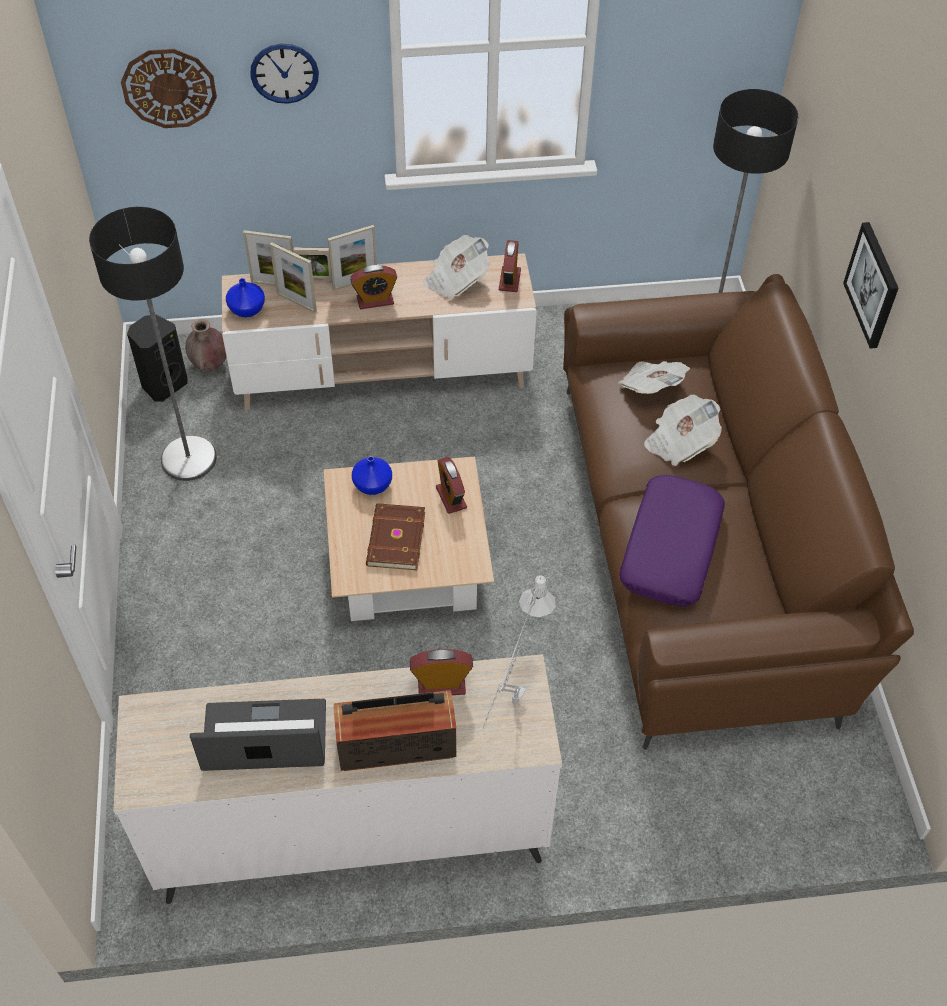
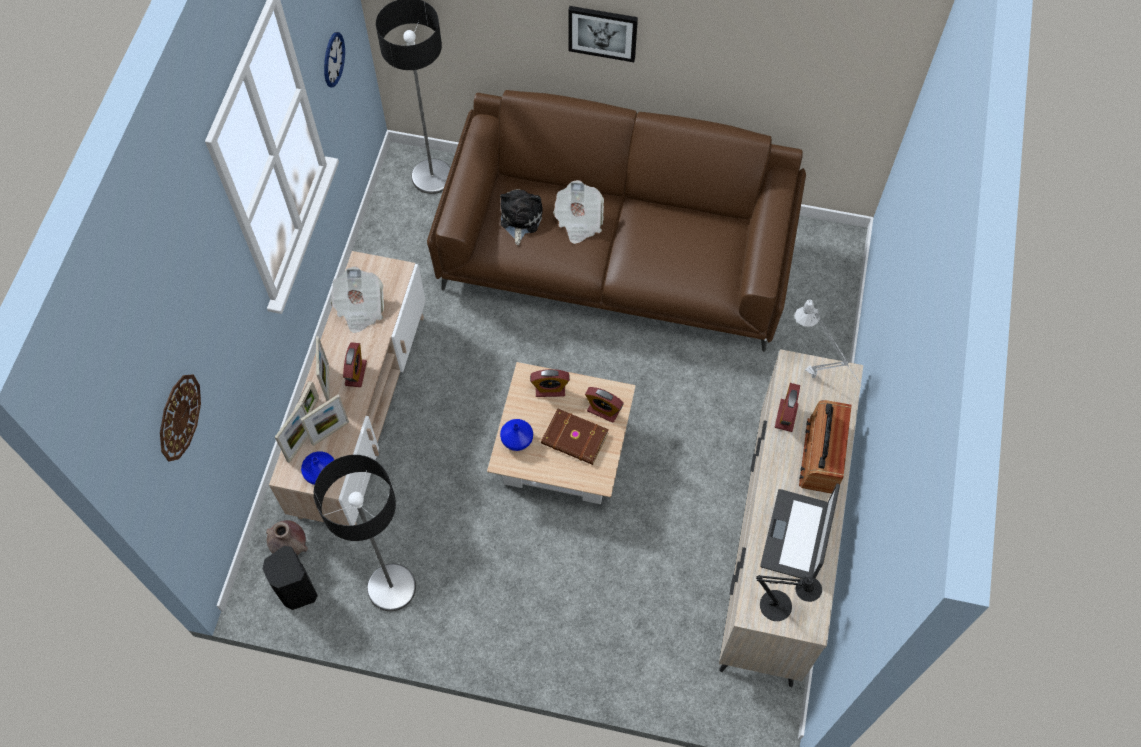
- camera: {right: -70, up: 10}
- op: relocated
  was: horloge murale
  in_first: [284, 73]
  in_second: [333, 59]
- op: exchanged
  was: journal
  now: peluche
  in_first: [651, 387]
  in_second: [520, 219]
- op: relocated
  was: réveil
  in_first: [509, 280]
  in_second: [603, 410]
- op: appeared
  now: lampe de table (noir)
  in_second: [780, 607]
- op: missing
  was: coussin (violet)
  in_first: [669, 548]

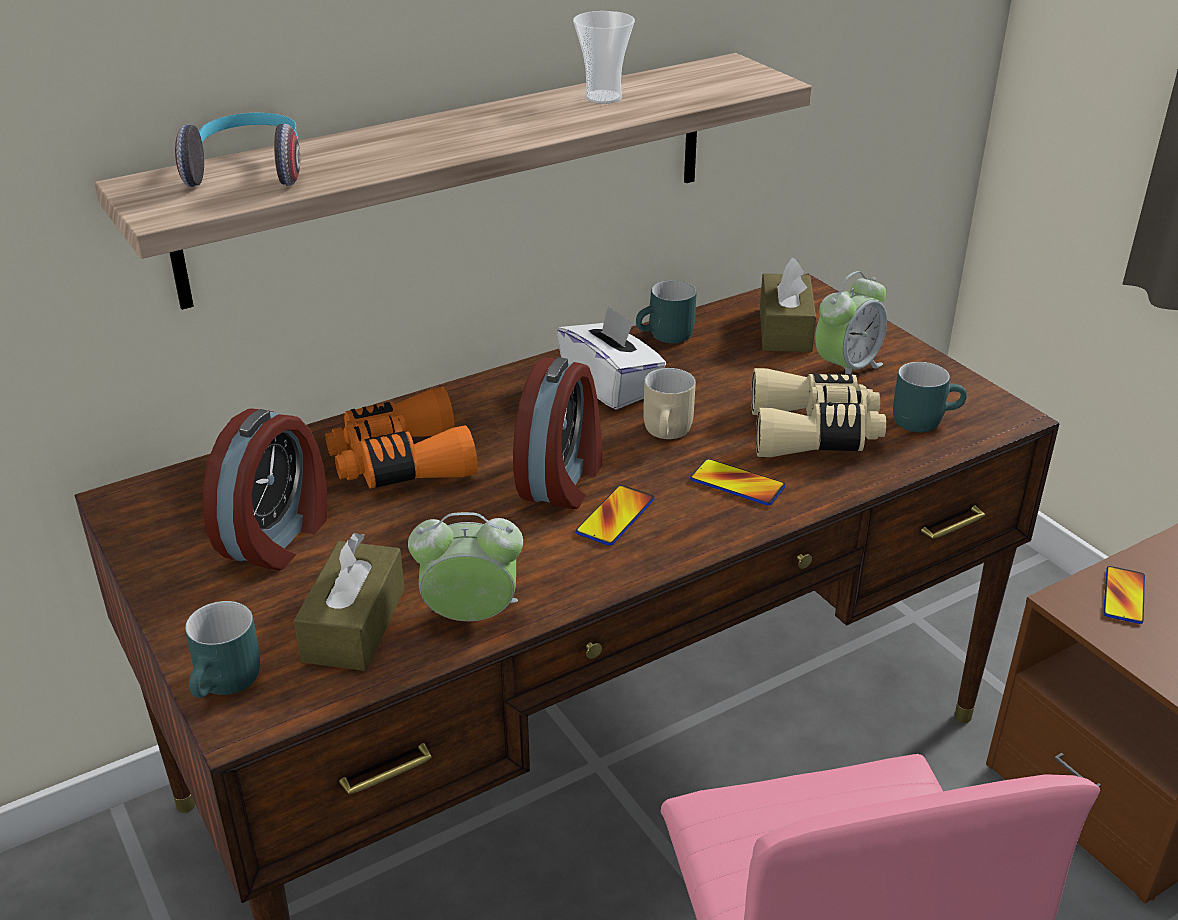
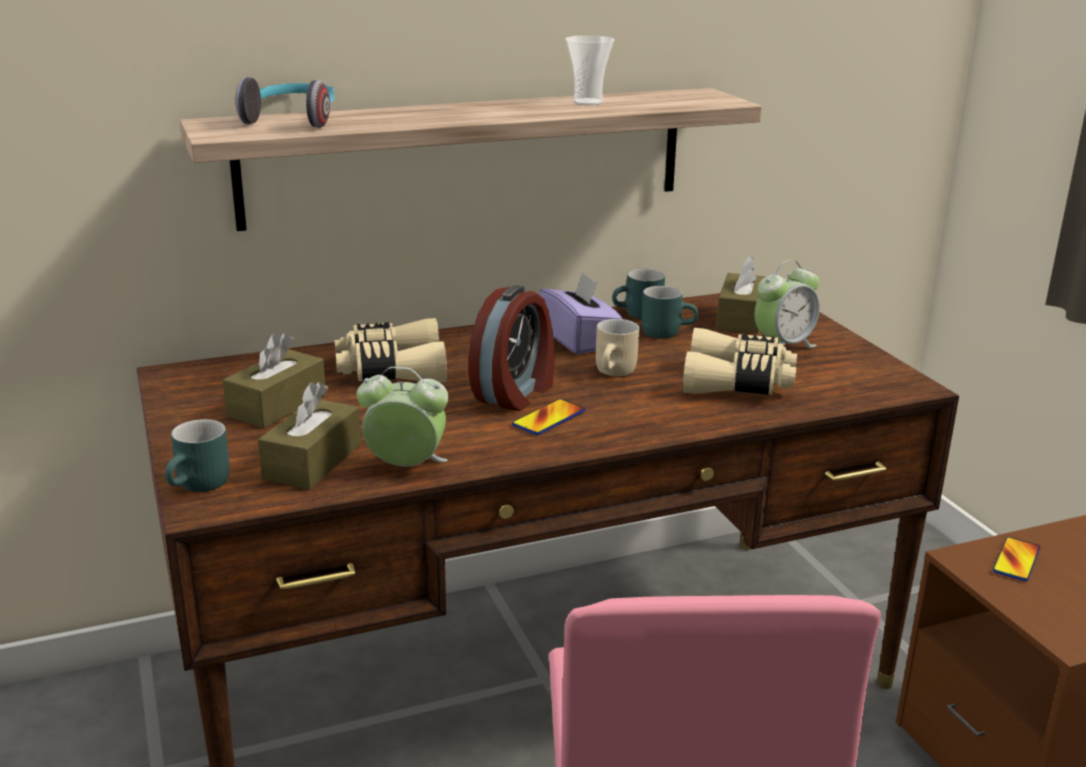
- camera: {right: 10, up: -10}
- op: exchanged
  was: réveil
  now: boîte à mouchoirs (marron)
  in_first: [278, 537]
  in_second: [277, 405]
- op: colour
  was: jumelles (orange)
  now: jumelles (beige)
  in_first: [400, 462]
  in_second: [391, 371]
- op: colour
  was: boîte à mouchoirs (blanc)
  now: boîte à mouchoirs (violet)
  in_first: [611, 386]
  in_second: [579, 340]
- op: relocated
  was: mug (turquoise)
  in_first: [923, 419]
  in_second: [666, 332]
- op: missing
  was: téléphone
  in_first: [737, 484]

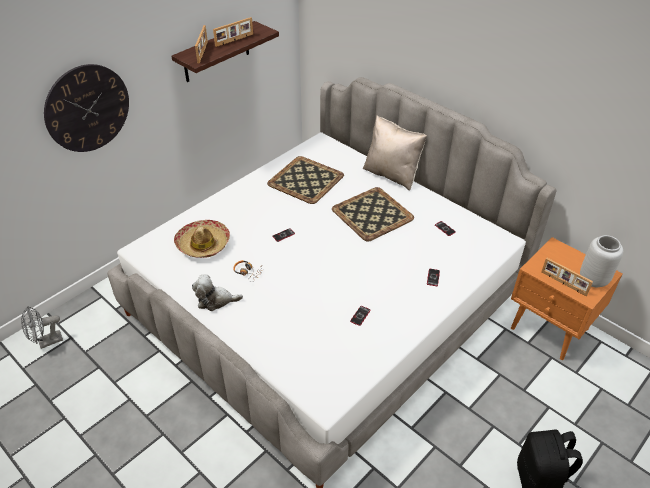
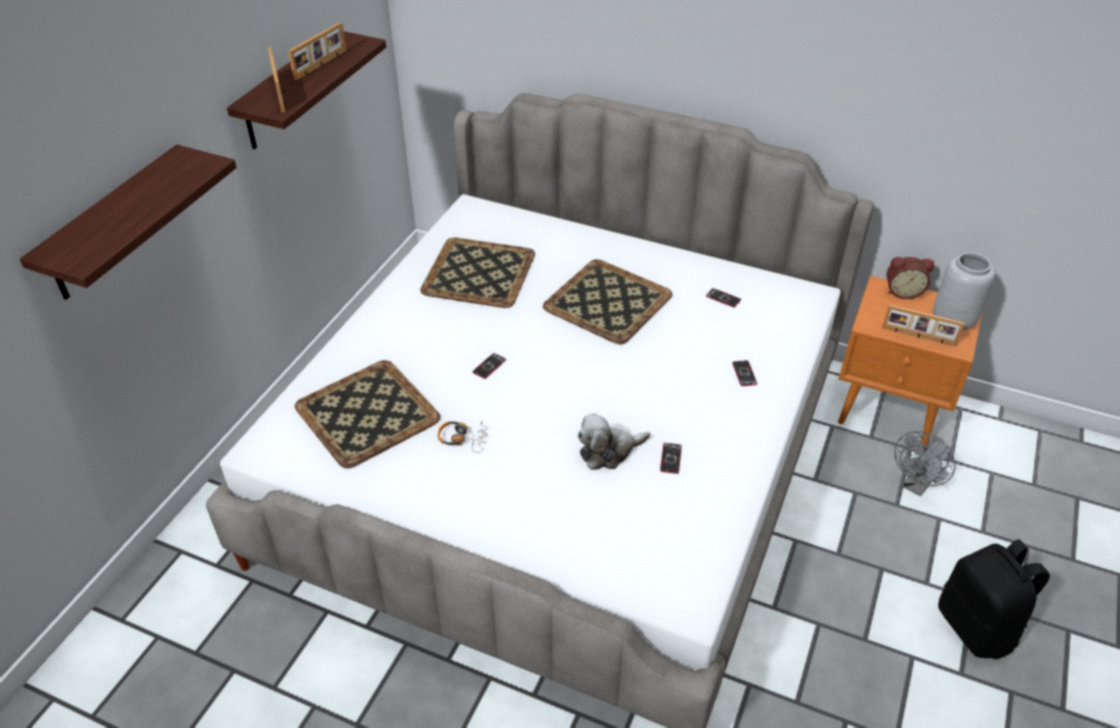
- camera: {right: -20, up: 0}
- op: exchanged
  was: horloge murale
  now: étagère
  in_first: [87, 108]
  in_second: [114, 225]
- op: exchanged
  was: chapeau
  now: plateau
  in_first: [203, 244]
  in_second: [365, 413]
- op: relocated
  was: peluche
  in_first: [215, 300]
  in_second: [608, 451]
- op: appeared
  now: réveil
  in_second: [903, 291]
- op: relocated
  was: ventilateur (gris)
  in_first: [46, 342]
  in_second: [916, 486]
- op: missing
  was: coussin (beige)
  in_first: [392, 174]

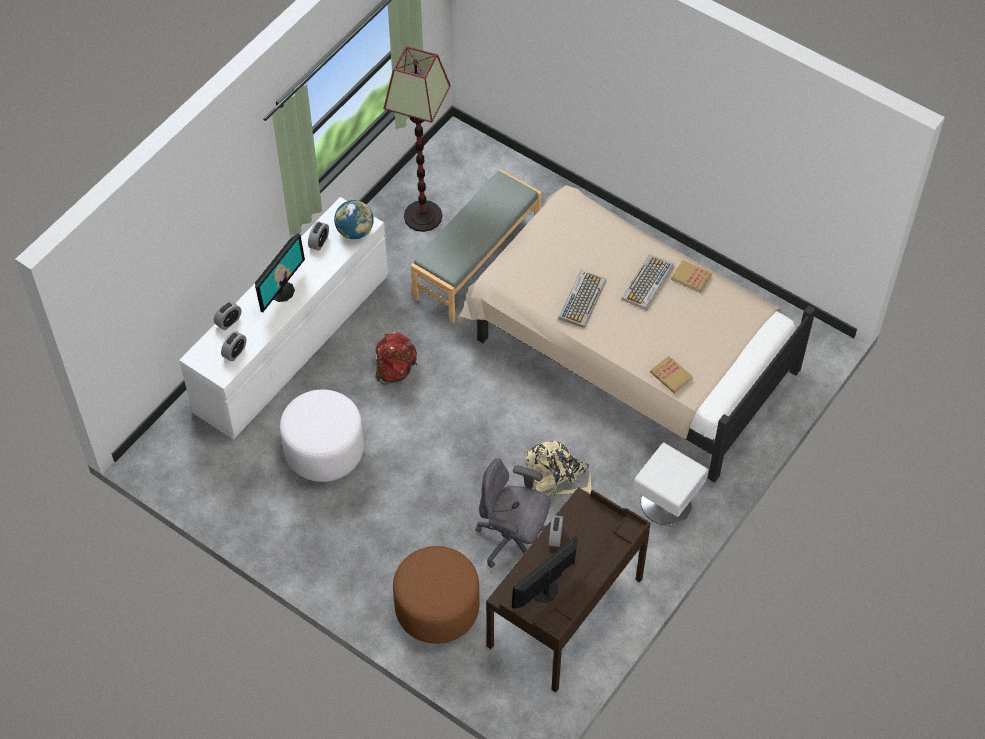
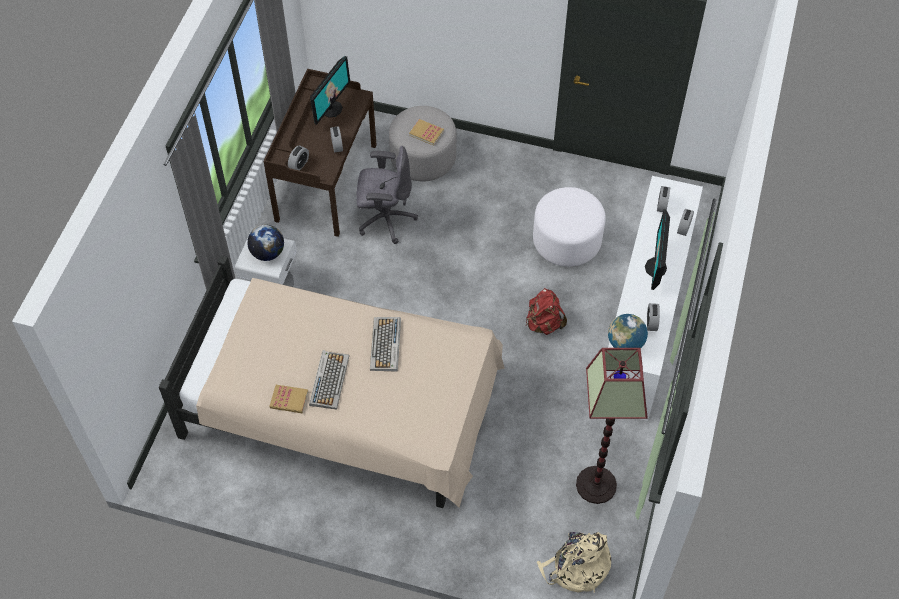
- camera: {right: 160, up: 0}
- op: appeared
  now: globe
  in_second: [267, 253]
- op: appeared
  now: réveil
  in_second: [299, 165]
- op: colour
  was: pouf (marron)
  now: pouf (gris)
  in_first: [437, 608]
  in_second: [423, 158]
- op: relocated
  was: livre
  in_first: [671, 375]
  in_second: [426, 133]
- op: relocated
  was: sac à dos (beige)
  in_first: [555, 477]
  in_second: [576, 568]
- op: missing
  was: banc (gris)
  in_first: [478, 262]

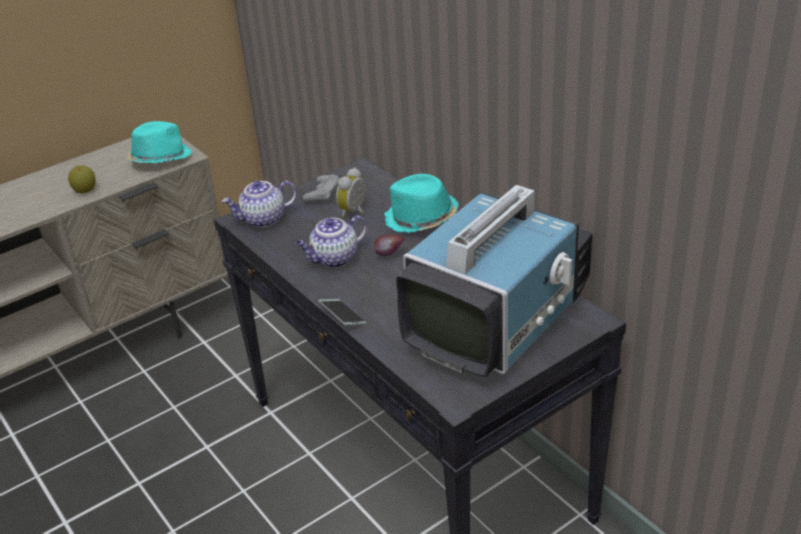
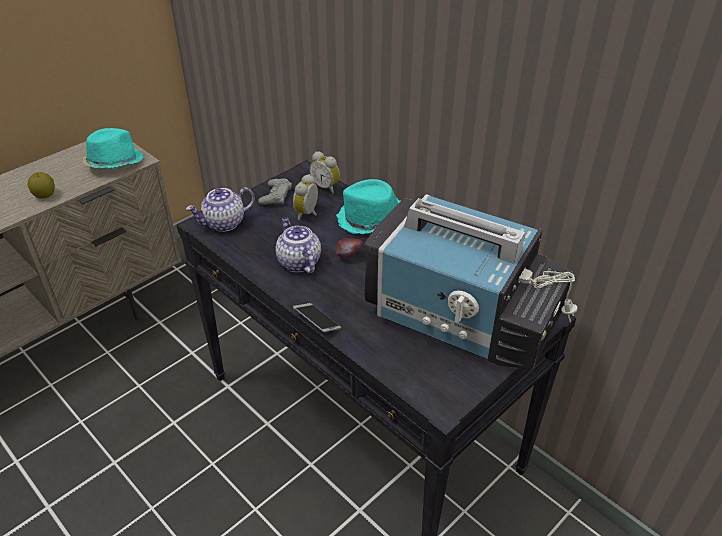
- camera: {right: -10, up: 5}
- op: spun
  was: théière
  in_first: [334, 259]
  in_second: [298, 262]
  clockwise: 105
- op: appeared
  now: réveil
  in_second: [326, 187]
- op: spun
  was: téléviseur
  in_first: [499, 318]
  in_second: [463, 317]
  clockwise: 90

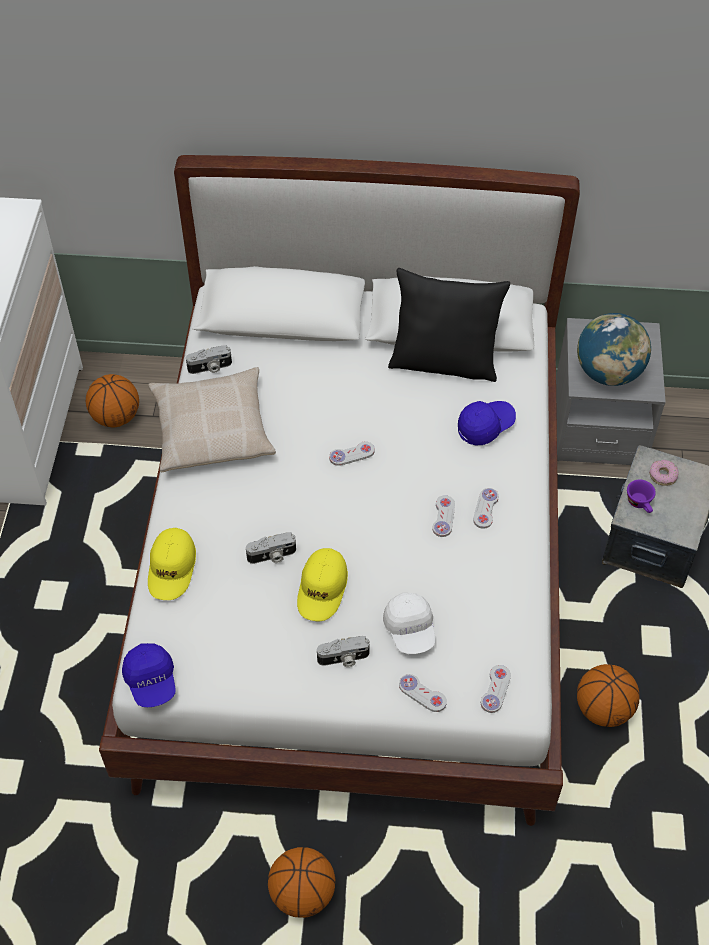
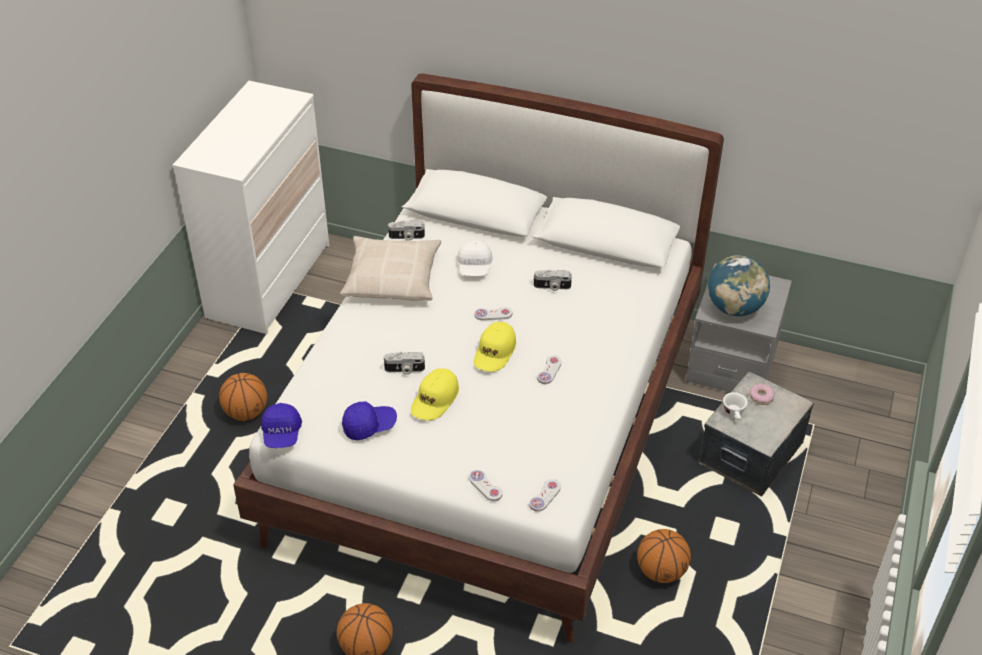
- camera: {right: 15, up: -10}
- op: relocated
  was: ballon de basket
  in_first: [116, 417]
  in_second: [246, 412]
- op: relocated
  was: casquette (bleu)
  in_first: [485, 426]
  in_second: [369, 426]
- op: relocated
  was: casquette (blanc)
  in_first: [410, 630]
  in_second: [474, 267]
- op: relocated
  was: casquette (jaune)
  in_first: [172, 568]
  in_second: [495, 352]
- op: relocated
  was: appareil photo
  in_first: [343, 659]
  in_second: [552, 287]
- op: colour
  was: tasse (violet)
  now: tasse (blanc)
  in_first: [640, 504]
  in_second: [734, 414]
- op: missing
  was: coussin (noir)
  in_first: [444, 361]
- op: missing
  was: manette (blanc)
  in_first: [485, 509]

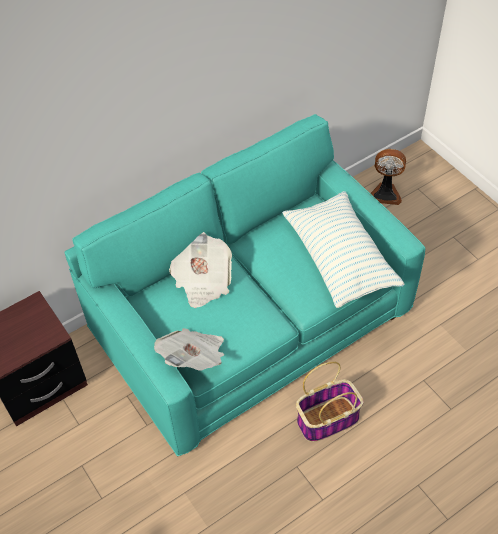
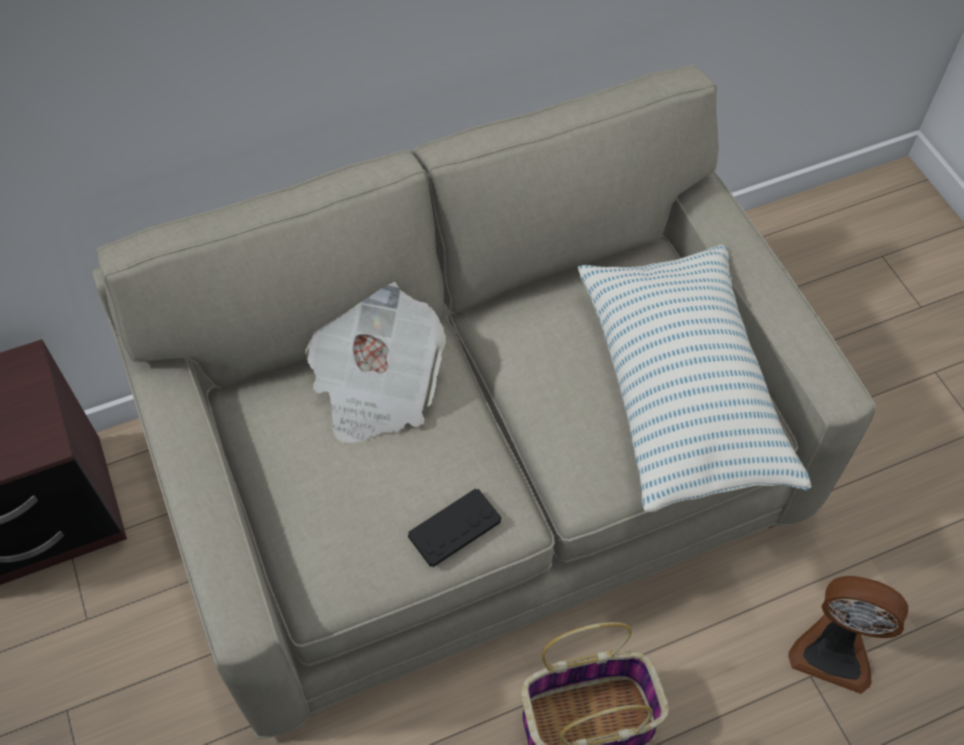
- camera: {right: 10, up: 5}
- op: colour
  was: canapé (turquoise)
  now: canapé (beige)
  in_first: [250, 318]
  in_second: [482, 464]
- op: appeared
  now: manette (noir)
  in_second: [454, 528]
- op: relocated
  was: ventilateur
  in_first: [385, 193]
  in_second: [834, 649]
- op: missing
  was: journal
  in_first: [194, 358]

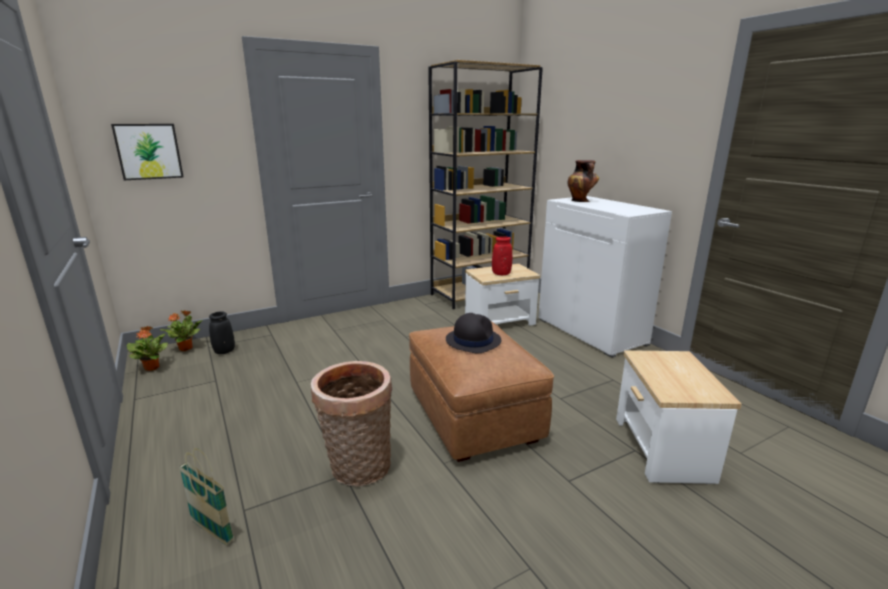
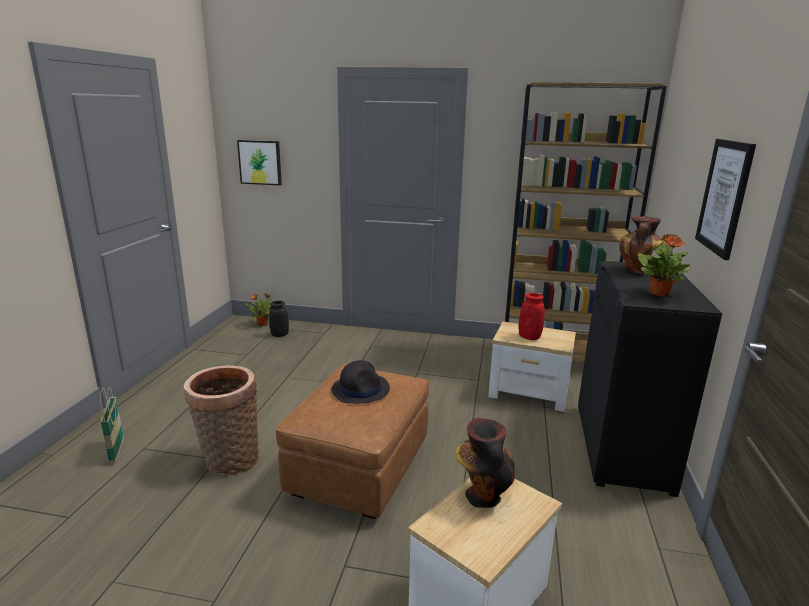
- camera: {right: 40, up: 0}
- op: appeared
  now: vase
  in_second: [481, 495]
- op: colour
  was: meuble de rangement (blanc)
  now: meuble de rangement (noir)
  in_first: [592, 331]
  in_second: [623, 447]
- op: relocated
  was: plante en pot
  in_first: [152, 367]
  in_second: [659, 294]
- op: appeared
  now: tableau
  in_second: [724, 196]

